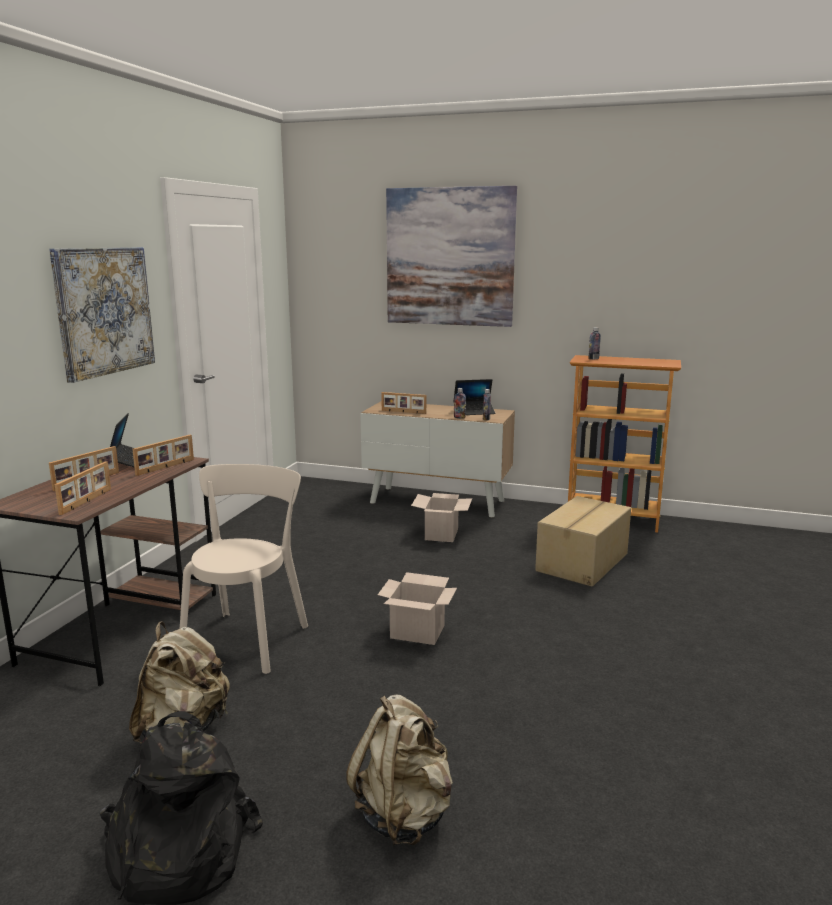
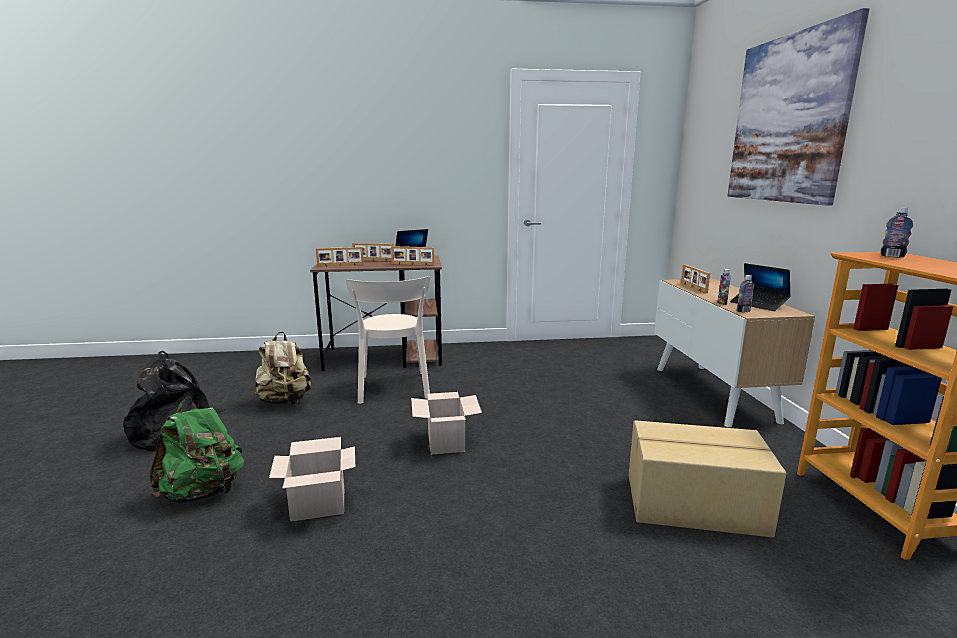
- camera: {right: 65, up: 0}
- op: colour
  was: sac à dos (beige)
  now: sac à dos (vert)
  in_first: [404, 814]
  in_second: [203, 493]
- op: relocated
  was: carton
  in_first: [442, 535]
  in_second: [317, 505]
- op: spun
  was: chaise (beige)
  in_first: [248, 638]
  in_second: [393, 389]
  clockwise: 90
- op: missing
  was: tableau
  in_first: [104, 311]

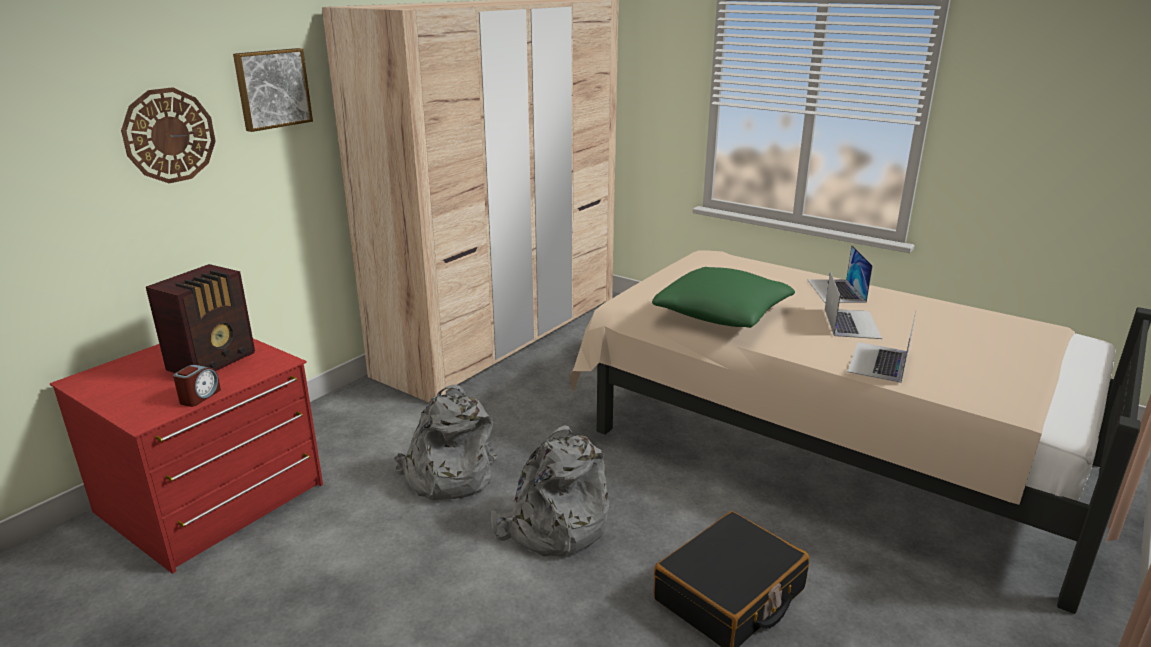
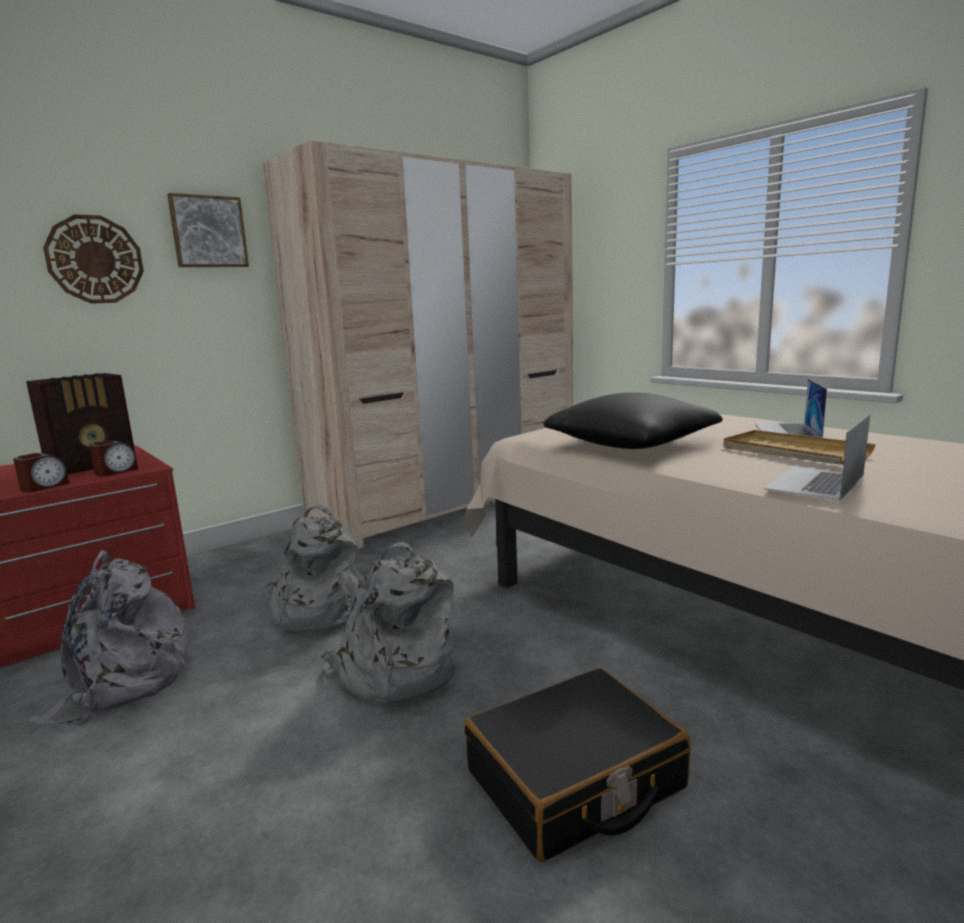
- camera: {right: 15, up: -10}
- op: appeared
  now: sac à dos (gris)
  in_second: [122, 682]
- op: appeared
  now: réveil
  in_second: [116, 471]
- op: colour
  was: coussin (vert)
  now: coussin (noir)
  in_first: [722, 315]
  in_second: [631, 444]
- op: exchanged
  was: ordinateur portable
  now: plateau (beige)
  in_first: [851, 323]
  in_second: [793, 452]

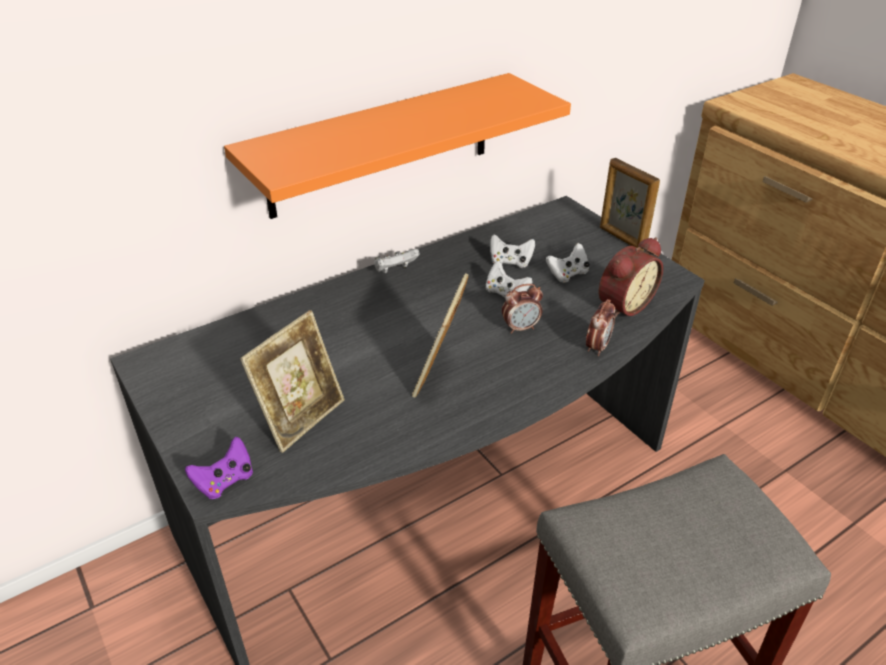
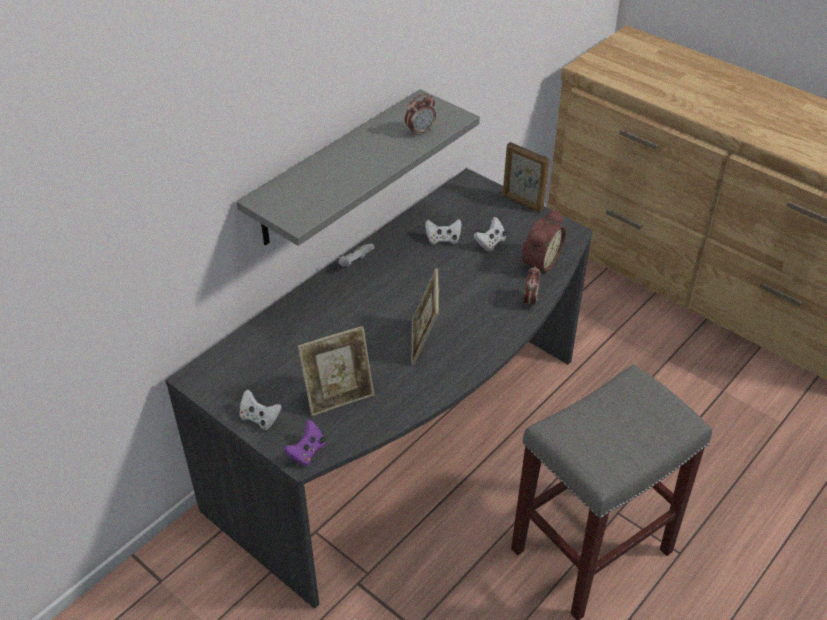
- camera: {right: -15, up: 5}
- op: colour
  was: étagère (orange)
  now: étagère (gris)
  in_first: [381, 145]
  in_second: [336, 169]
- op: relocated
  was: manette (blanc)
  in_first: [506, 294]
  in_second: [260, 418]
- op: spun
  was: cadre photo
  in_first: [302, 418]
  in_second: [339, 397]
  clockwise: 45
- op: relocated
  was: réveil
  in_first: [520, 328]
  in_second: [420, 131]

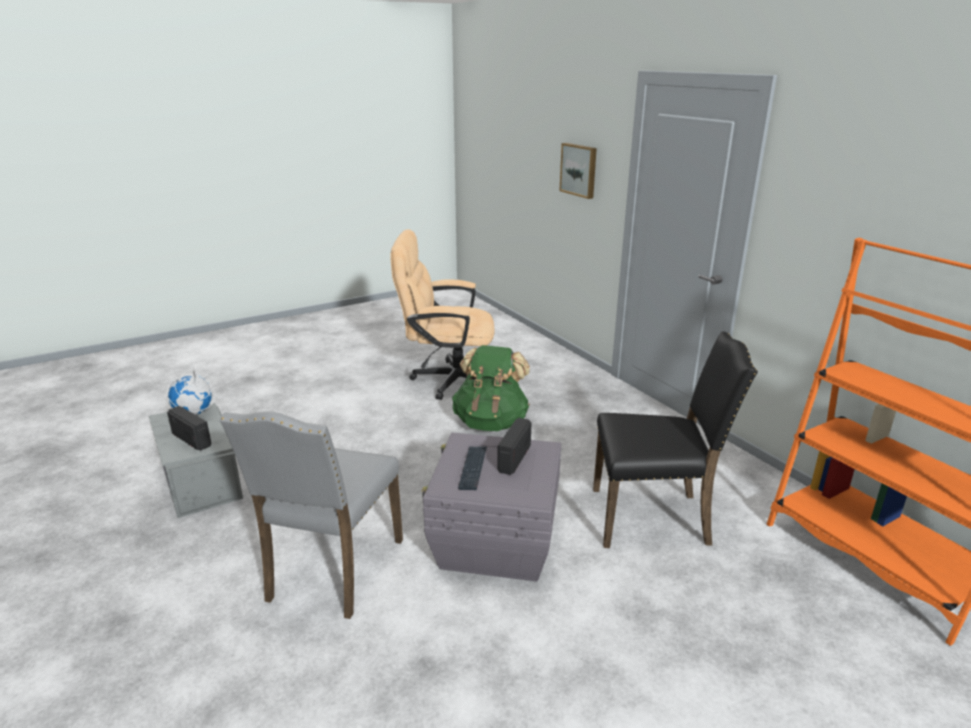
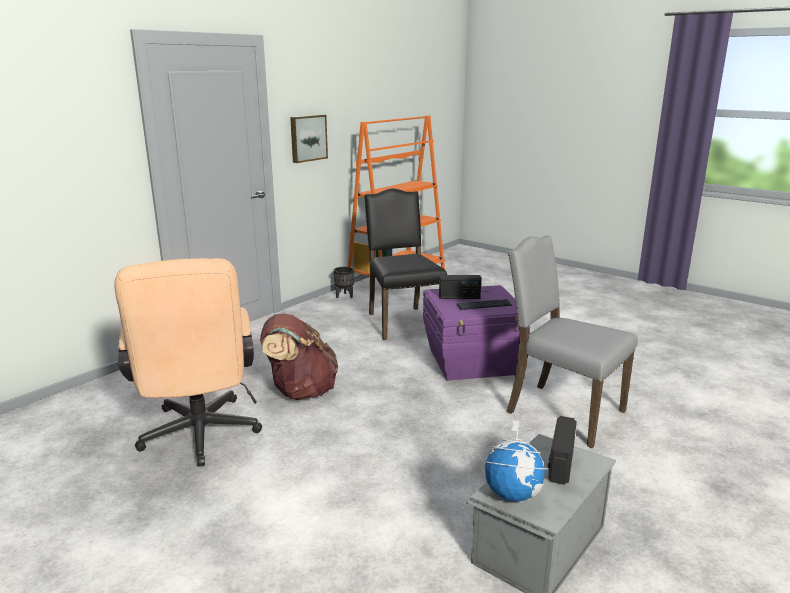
- camera: {right: -110, up: -5}
- op: colour
  was: sac à dos (vert)
  now: sac à dos (marron)
  in_first: [491, 422]
  in_second: [300, 392]
- op: relocated
  was: tableau
  in_first: [579, 170]
  in_second: [307, 138]
- op: appeared
  now: cache-pot (noir)
  in_second: [344, 296]
- op: colour
  was: boîte de rangement (gris)
  now: boîte de rangement (violet)
  in_first: [494, 543]
  in_second: [472, 362]
- op: spun
  was: chaise (gris)
  in_first: [332, 570]
  in_second: [561, 412]
  clockwise: -135

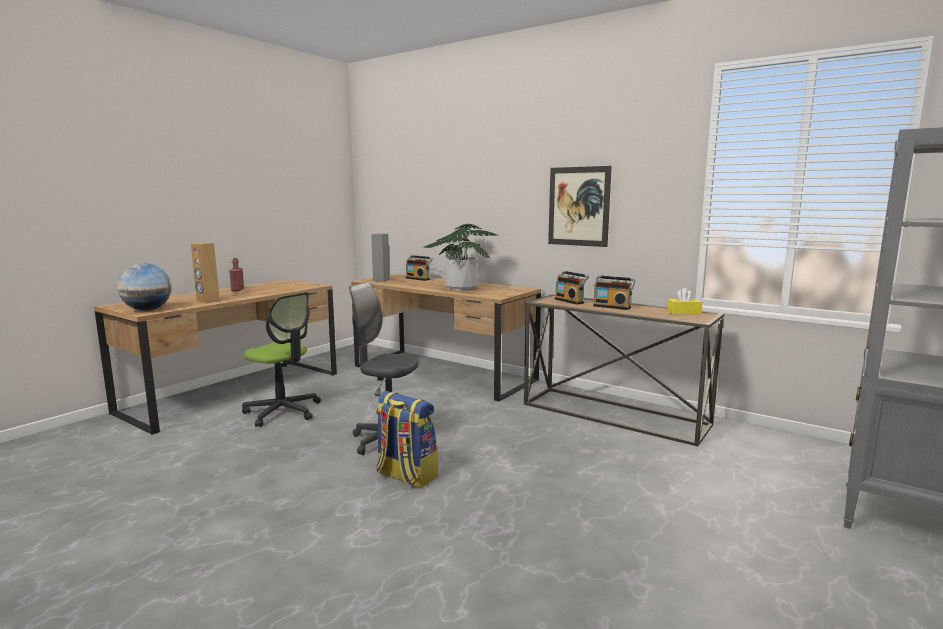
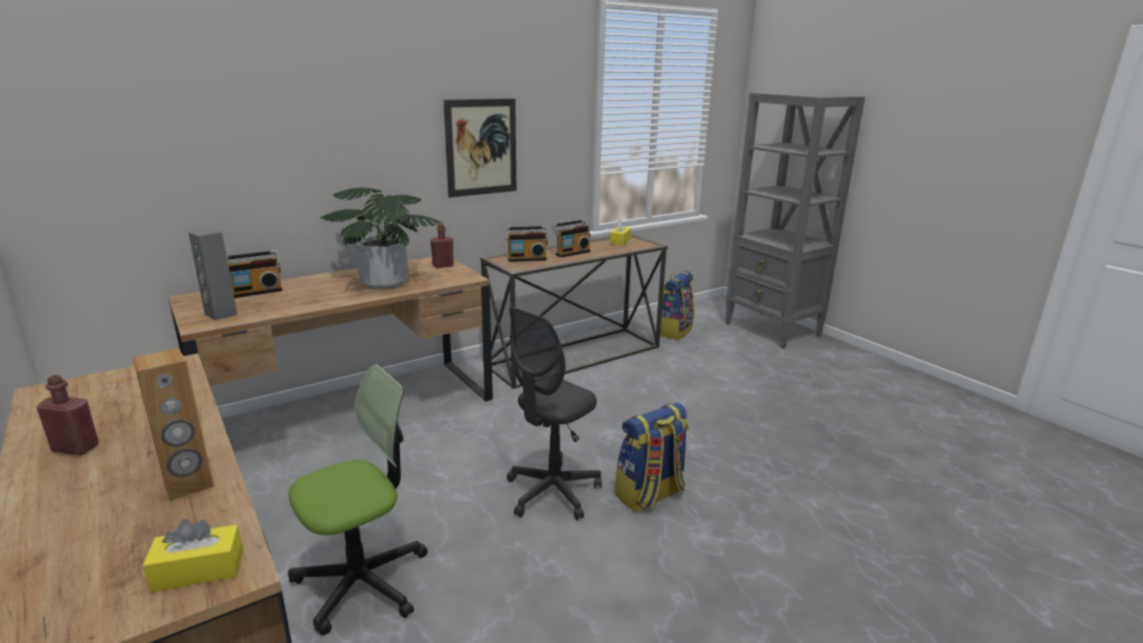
- camera: {right: -70, up: 10}
- op: exchanged
  was: globe
  now: boîte à mouchoirs (jaune)
  in_first: [148, 310]
  in_second: [198, 570]
- op: appeared
  now: bouteille (rouge)
  in_second: [443, 265]
- op: appeared
  now: sac à dos
  in_second: [674, 331]

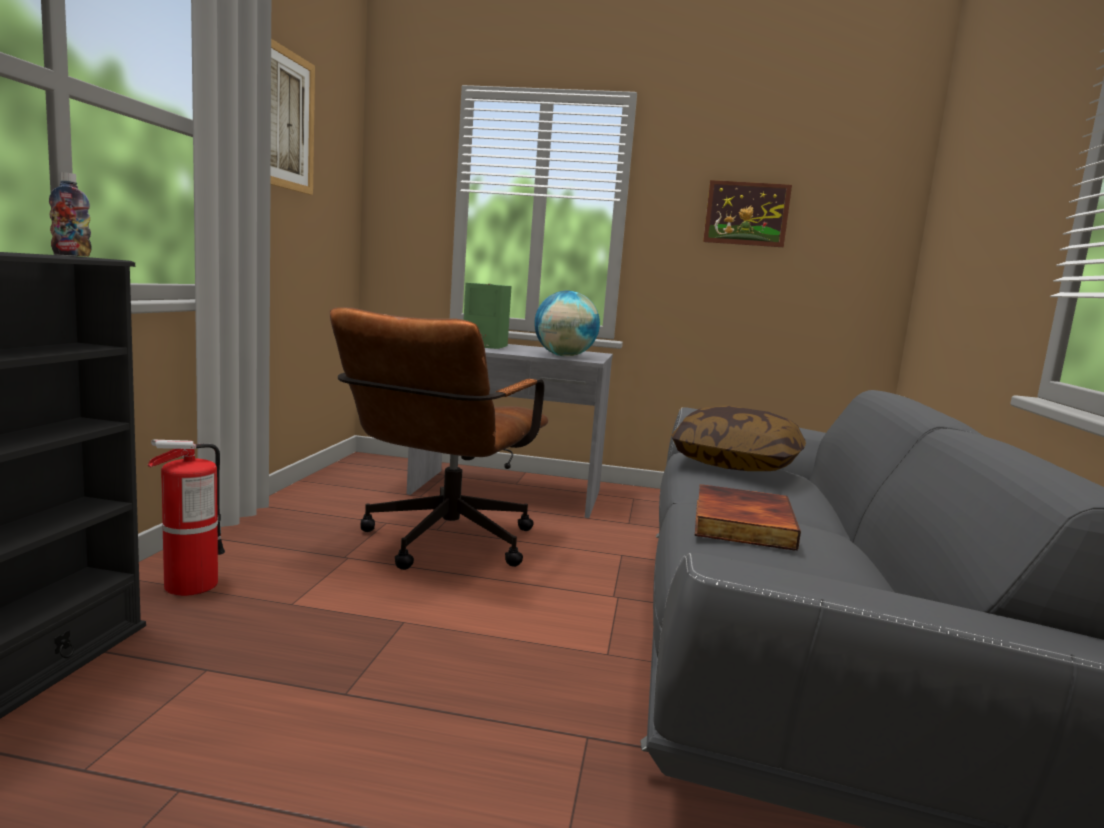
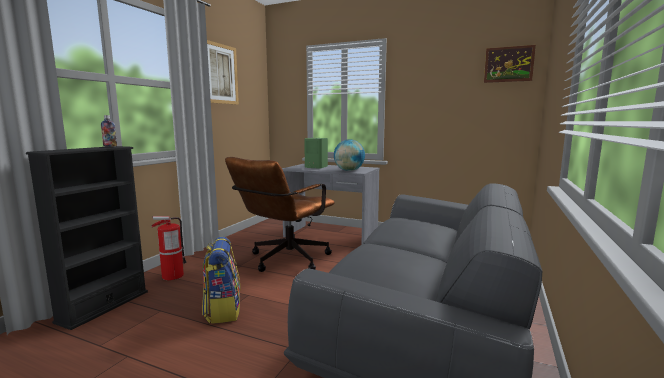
- camera: {right: 15, up: 0}
- op: appeared
  now: sac à dos
  in_second: [222, 310]
- op: relocated
  was: tableau
  in_first: [746, 214]
  in_second: [508, 64]
- op: missing
  was: coussin
  in_first: [736, 463]
- op: missing
  was: livre
  in_first: [739, 523]

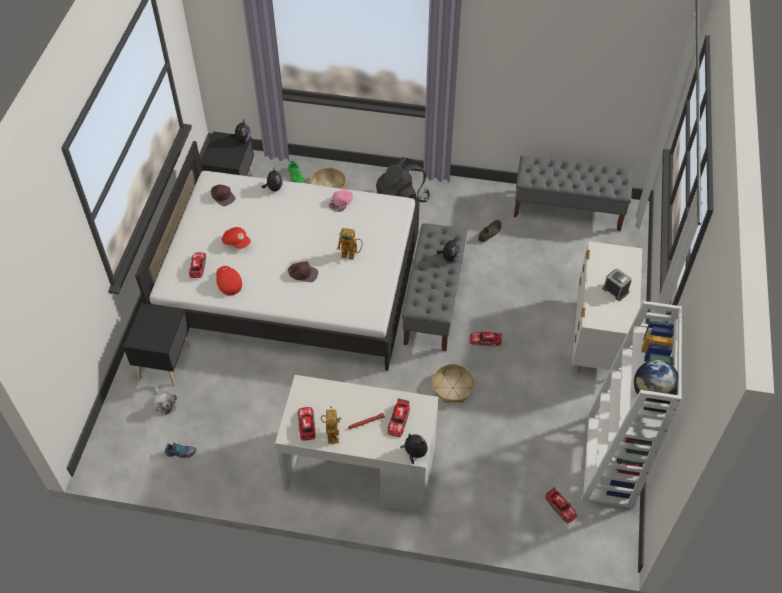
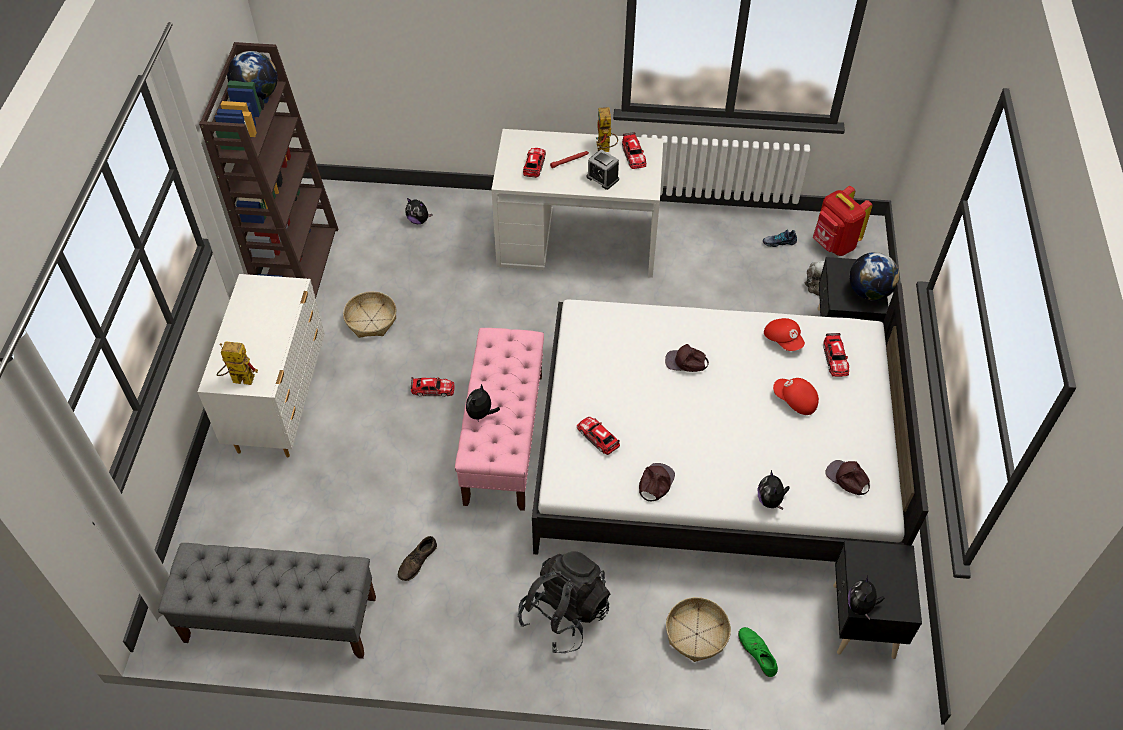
- camera: {right: 175, up: 0}
- op: colour
  was: bibliothèque (blanc)
  now: bibliothèque (marron)
  in_first: [610, 462]
  in_second: [298, 264]
- op: relocated
  was: robot jouet
  in_first: [351, 254]
  in_second: [238, 380]
- op: relocated
  was: panier
  in_first: [453, 387]
  in_second: [371, 320]
- op: relocated
  was: peluche
  in_first: [414, 453]
  in_second: [418, 220]
- op: colour
  was: banc (gris)
  now: banc (rose)
  in_first: [433, 301]
  in_second: [504, 438]
- op: relocated
  was: petite voiture
  in_first: [560, 507]
  in_second: [598, 437]
- op: relocated
  was: réveil
  in_first: [615, 290]
  in_second: [602, 178]
- op: colour
  was: casquette (rose)
  now: casquette (marron)
  in_first: [341, 202]
  in_second: [655, 482]
- op: appeared
  now: sac à dos (rouge)
  in_second: [833, 244]
- op: appeared
  now: globe
  in_second: [869, 292]

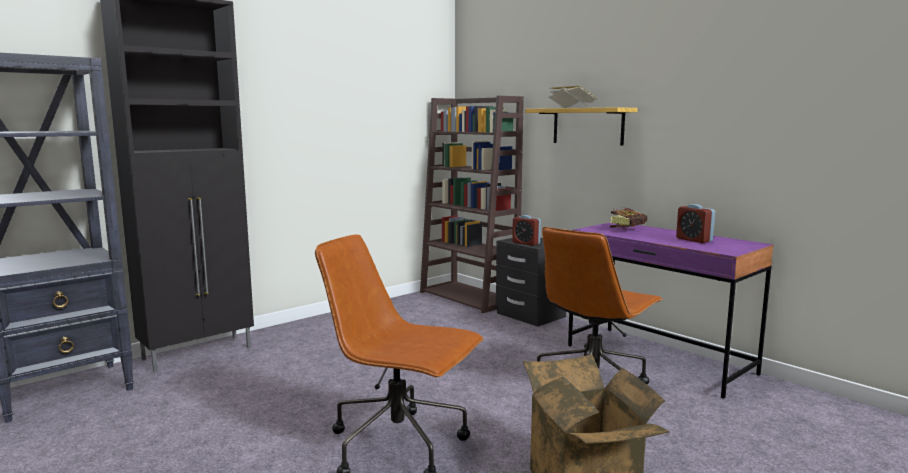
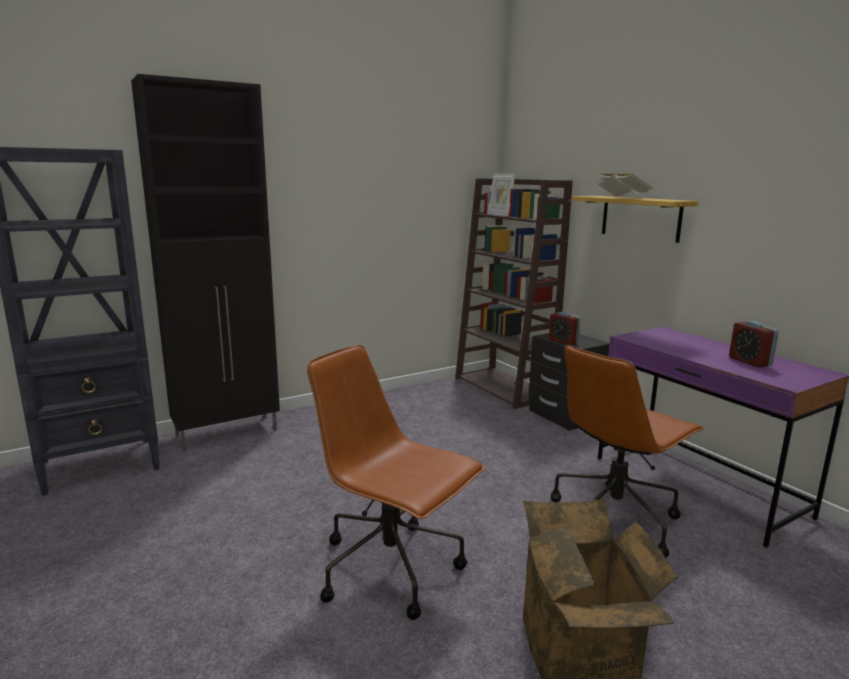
- camera: {right: 10, up: 5}
- op: appeared
  now: cadre photo
  in_second: [499, 215]
- op: missing
  was: livre
  in_first: [629, 229]

